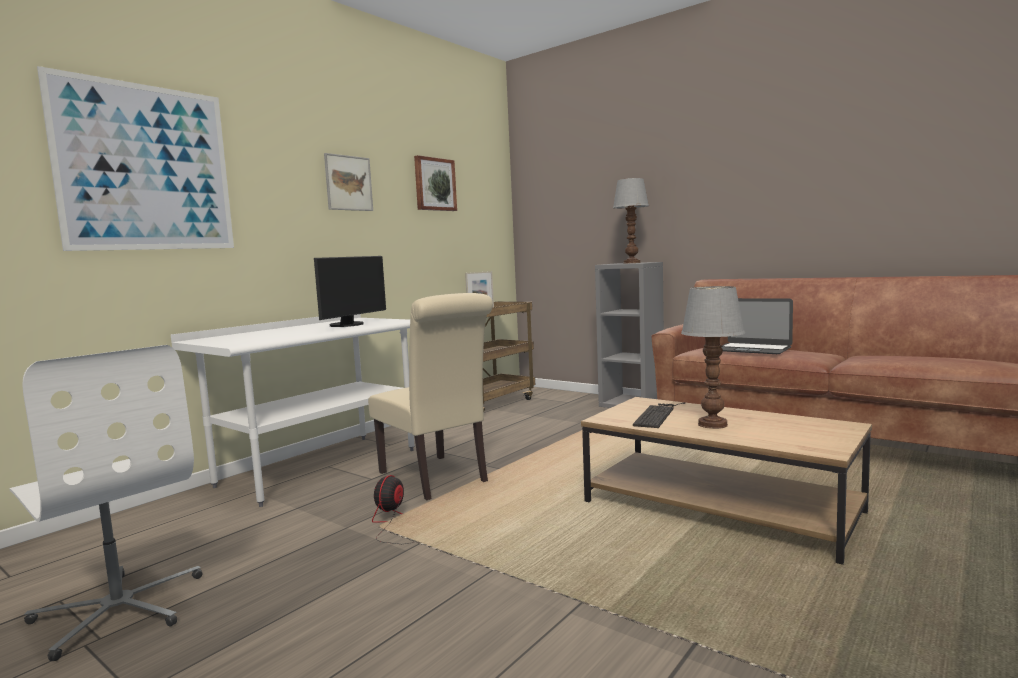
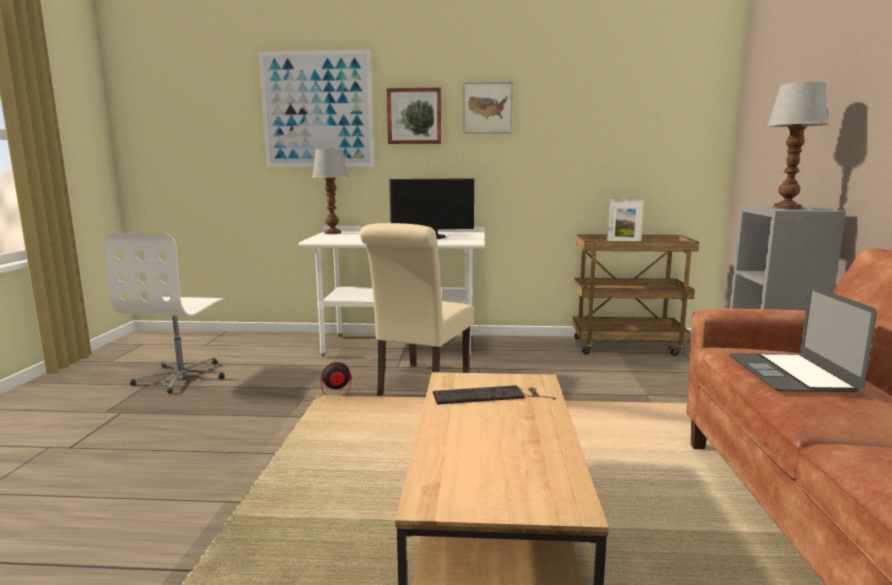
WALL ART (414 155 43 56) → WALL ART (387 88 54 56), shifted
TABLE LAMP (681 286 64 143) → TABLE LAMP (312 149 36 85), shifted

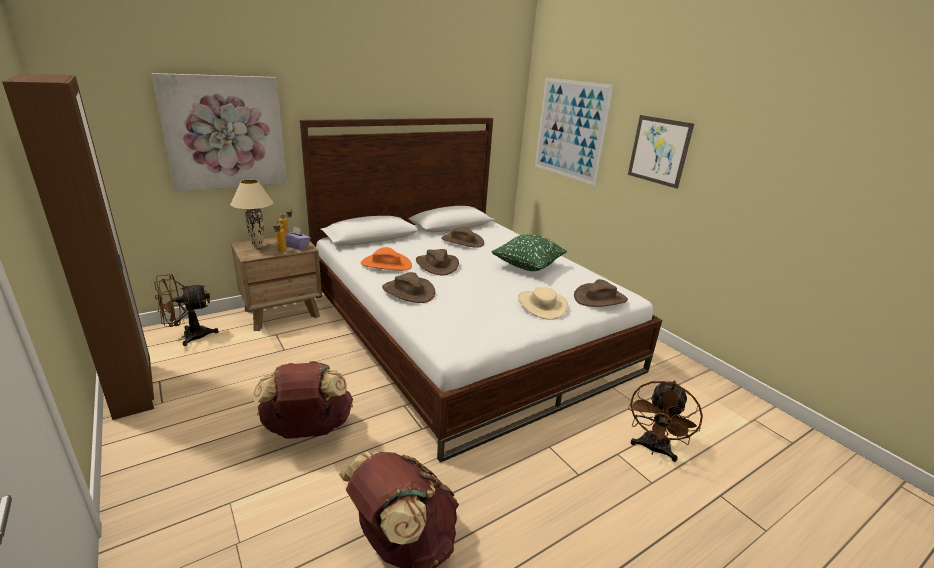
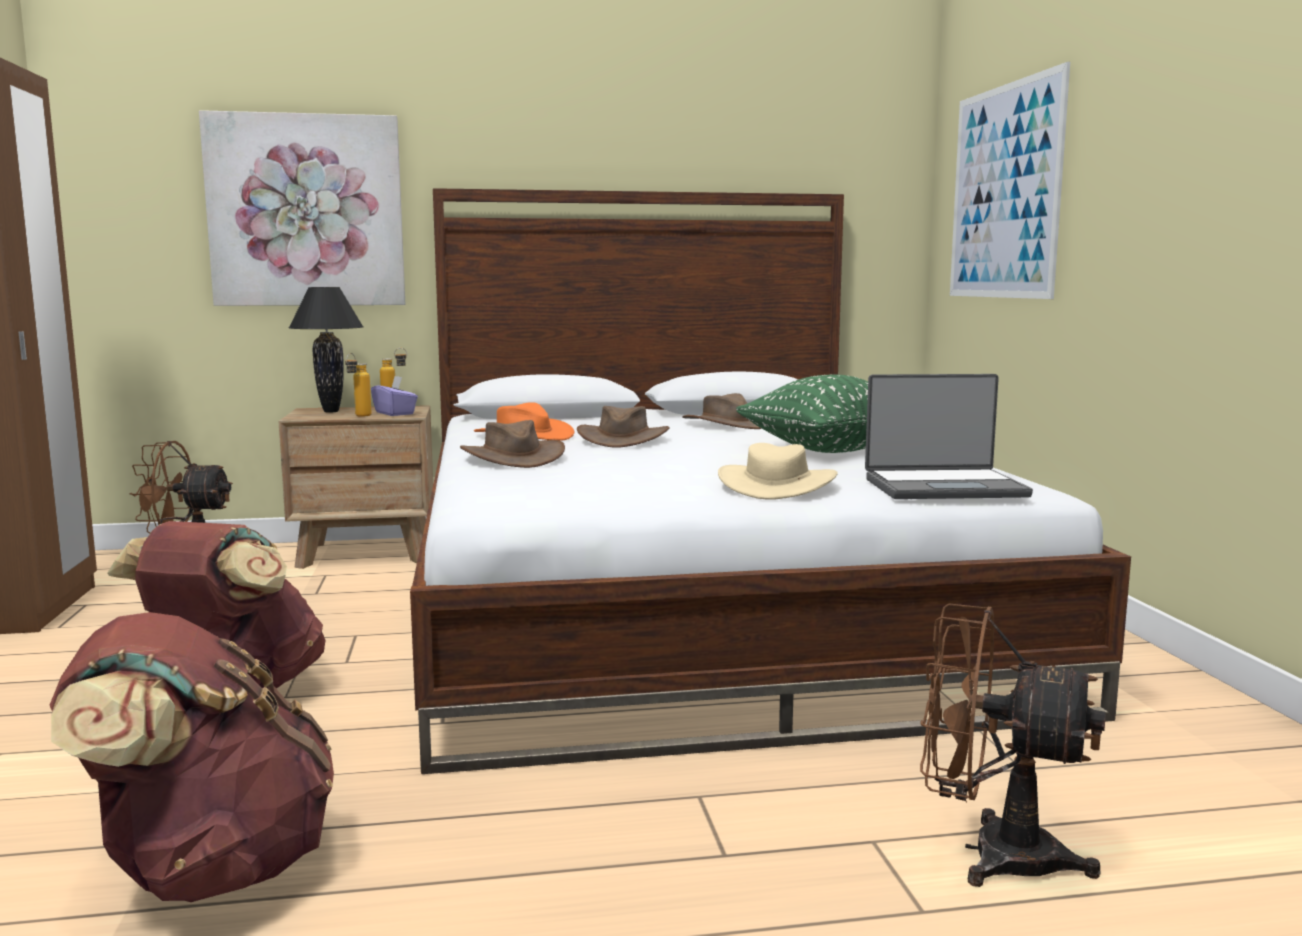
WALL ART (628 115 66 74) → -
SAND-COLOURED TABLE LAMP (230 180 43 68) → BLACKISH TABLE LAMP (289 287 75 126)
BROWNISH HAT (574 279 54 28) → LAPTOP (865 374 168 125)
BROWNISH COOLING FAN (628 380 75 82) → BROWNISH COOLING FAN (920 603 186 284), 60 degrees clockwise

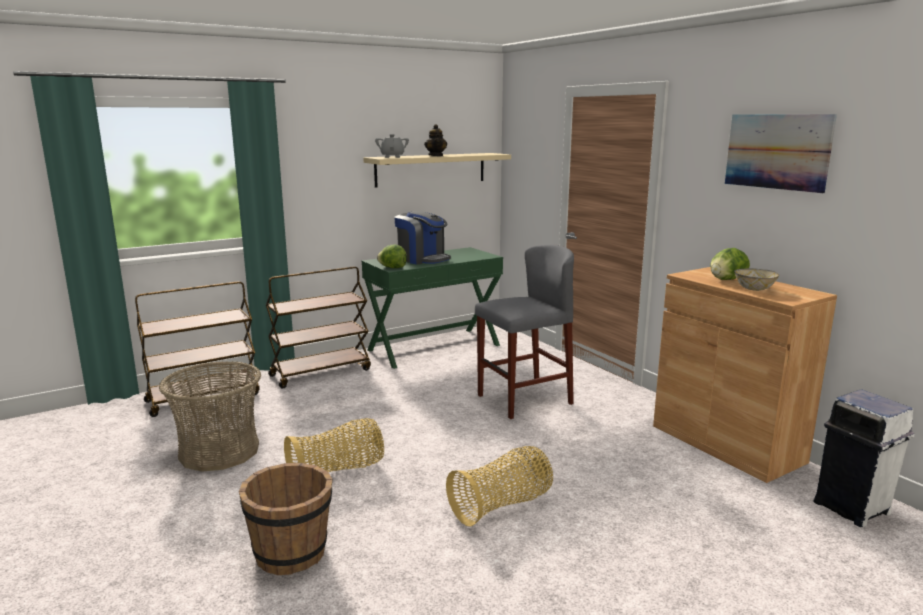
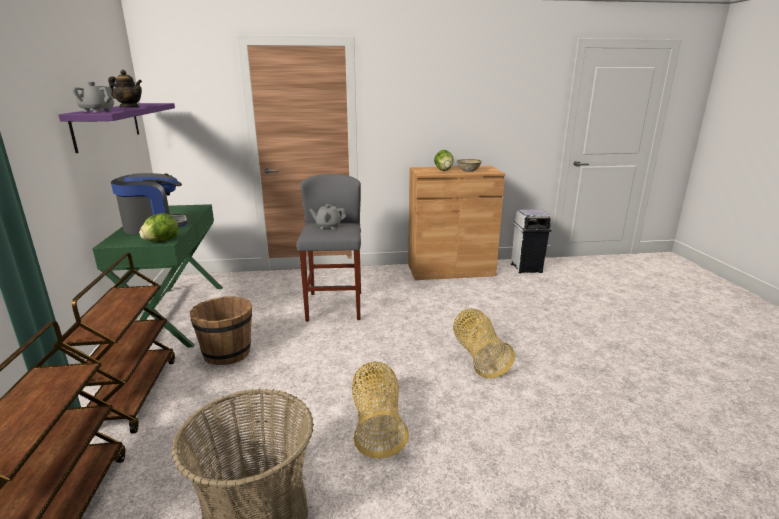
WALL ART (725 114 112 79) → -
SAND-COLOURED WALL SHELF (363 153 148 34) → PURPLISH WALL SHELF (59 103 116 50)
BROWNISH WATER BUCKET (239 463 94 112) → BROWNISH WATER BUCKET (190 296 62 69), shifted
- → GREY TEA POT (309 204 37 25)

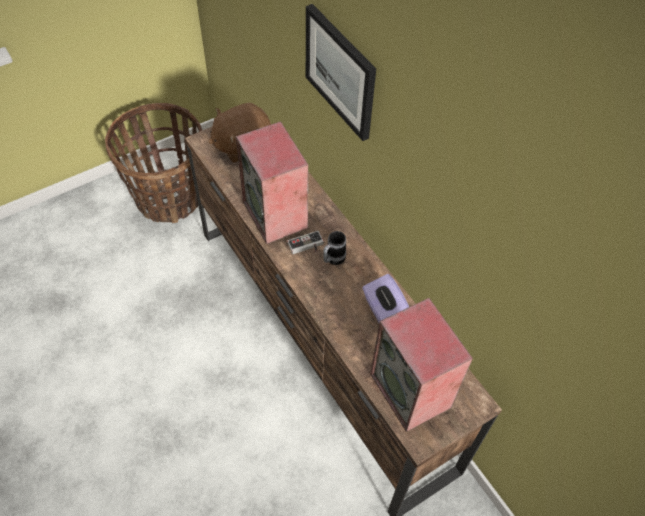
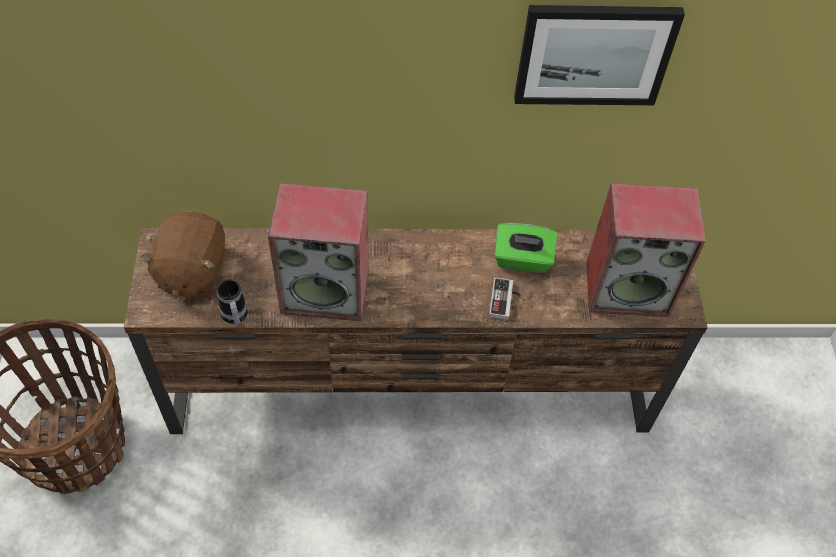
WALL ART (306 4 70 137) → WALL ART (514 5 171 100), shifted
GAMEPAD (287 231 37 23) → GAMEPAD (489 277 32 43), shifted
TEA MUG (323 231 23 34) → TEA MUG (217 280 30 45), shifted
PURPLISH TISSUE BOX (362 274 47 49) → GREEN-COLOURED TISSUE BOX (494 223 63 50)

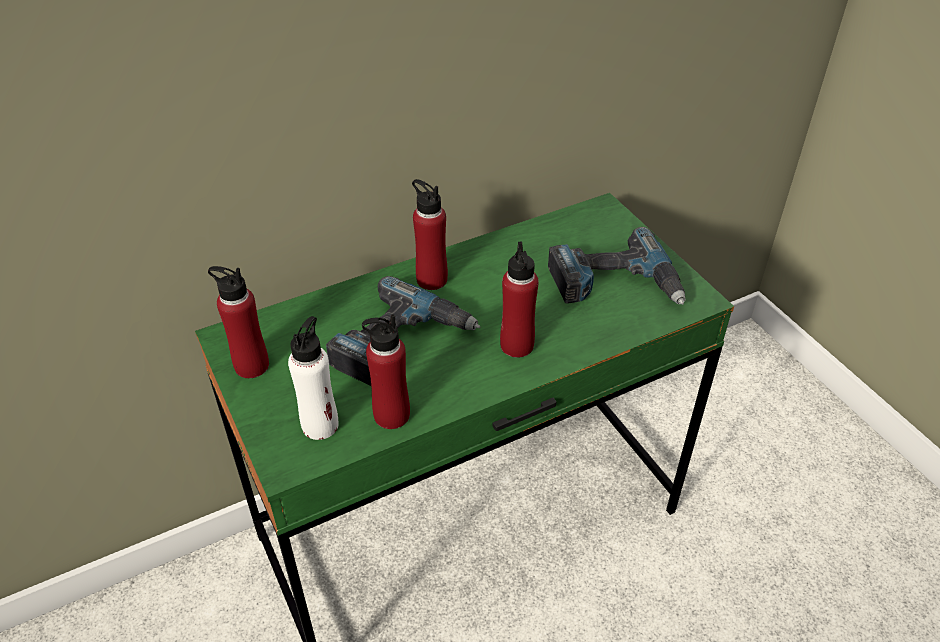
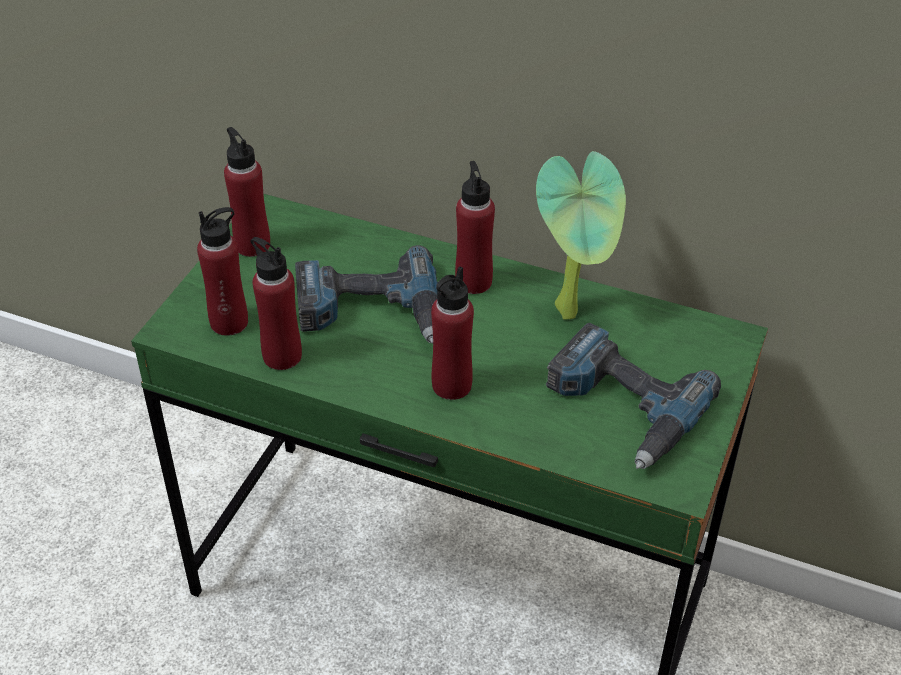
WHITISH BOTTLE (288 316 50 124) → RED-COLOURED BOTTLE (197 207 51 129)
- → PLANT IN A POT (536 151 90 168)

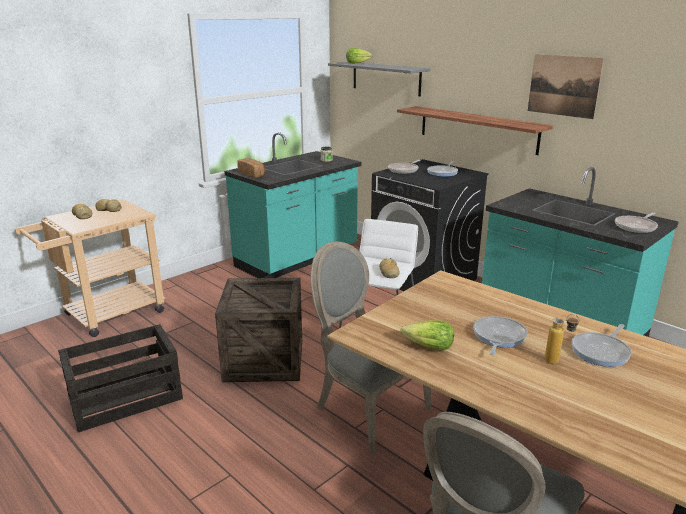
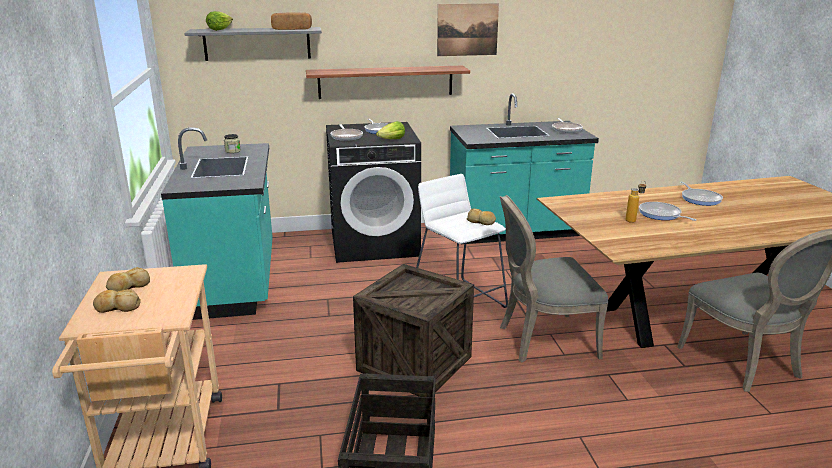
BAKED BREAD (237 158 29 20) → BAKED BREAD (271 12 41 18), shifted
BOTTLE (545 314 35 50) → BOTTLE (626 181 20 42), shifted
LETTUCE (401 320 53 30) → LETTUCE (376 121 29 18), shifted

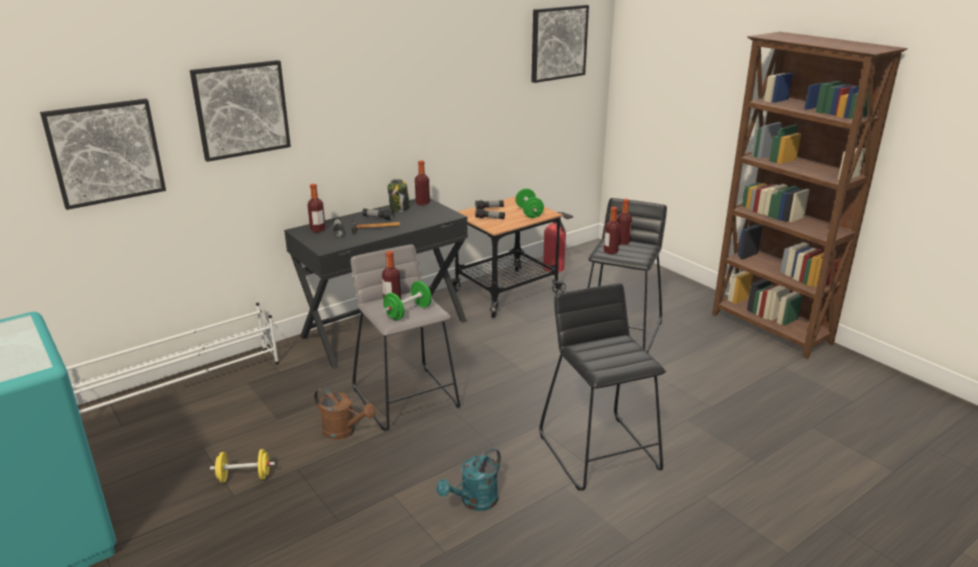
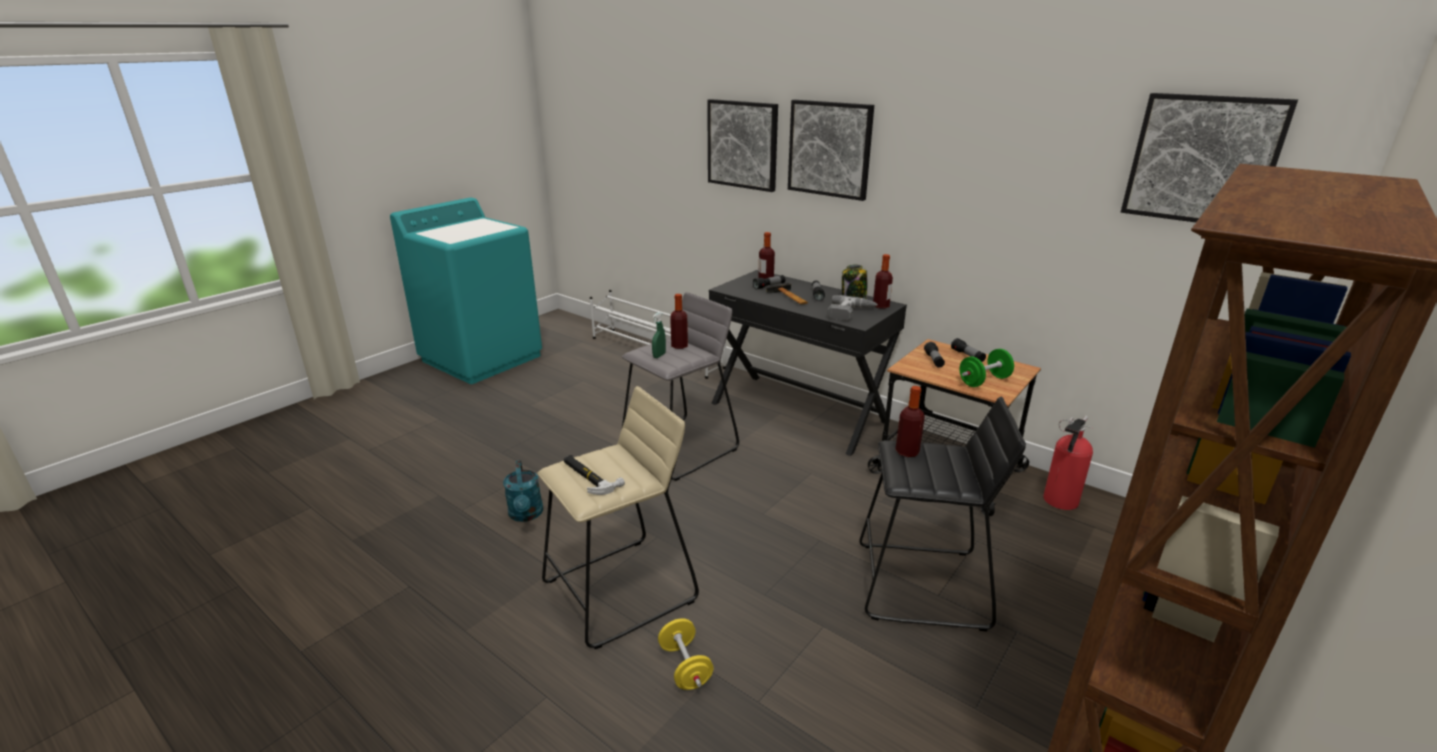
WALL ART (40 99 126 111) → WALL ART (788 100 86 101), shifted
BOTTLE (617 199 15 46) → -
GREEN-COLOURED HAND WEIGHT (383 281 49 39) → GREEN-COLOURED HAND SPRAYER (652 312 14 46)
BLACKISH STOOL SEAT (539 283 127 208) → SAND-COLOURED STOOL SEAT (537 386 162 263)
BROWNISH WATERING CAN (314 388 62 52) → -
TURQUOISE-COLOURED WATERING CAN (436 448 65 63) → TURQUOISE-COLOURED WATERING CAN (503 460 40 62), 135 degrees counterclockwise
YELLOW HAND WEIGHT (210 449 65 34) → YELLOW HAND WEIGHT (658 618 56 72), shifted
- → POWER DRILL (827 295 51 26)
- → TOOL HAMMER (564 455 61 40)

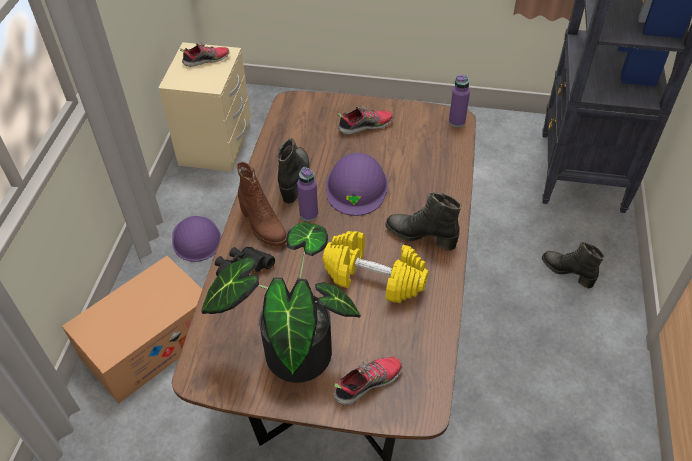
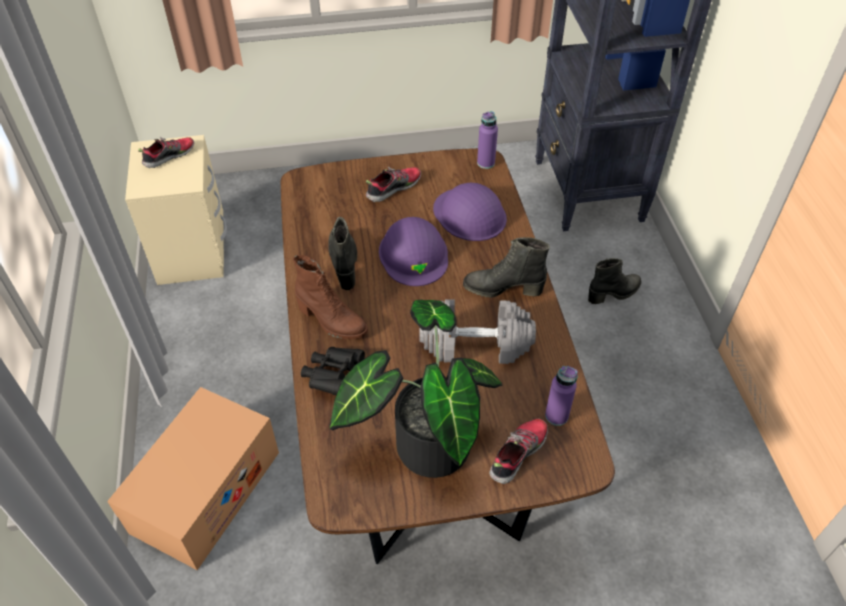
PURPLISH BOTTLE (297 167 21 54) → PURPLISH BOTTLE (545 366 33 60), shifted
PURPLISH SAFETY HELMET (172 216 49 46) → PURPLISH SAFETY HELMET (433 183 74 58), shifted
YELLOW HAND WEIGHT (323 231 106 72) → GREY HAND WEIGHT (419 299 117 65)
BLACKISH BOOT (542 242 63 46) → BLACKISH BOOT (588 258 54 46), 135 degrees clockwise

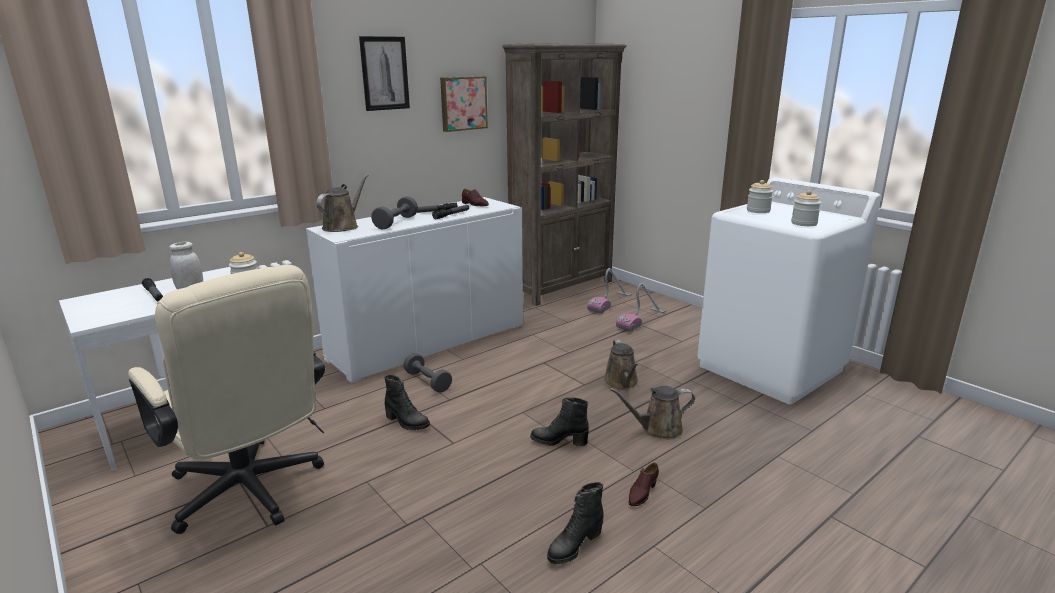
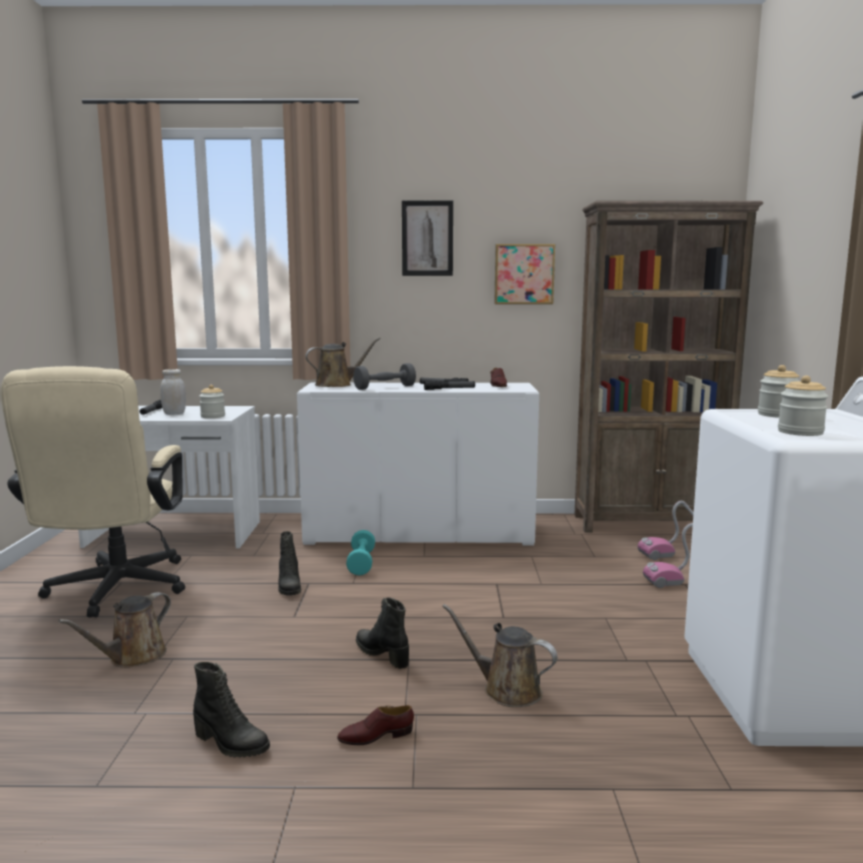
BROWNISH WATERING CAN (604 340 34 50) → BROWNISH WATERING CAN (58 592 113 76), shifted
GREY HAND WEIGHT (404 353 48 40) → TURQUOISE-COLOURED HAND WEIGHT (346 530 29 46)
BLACKISH BOOT (547 482 57 82) → BLACKISH BOOT (193 662 77 96), 150 degrees counterclockwise

